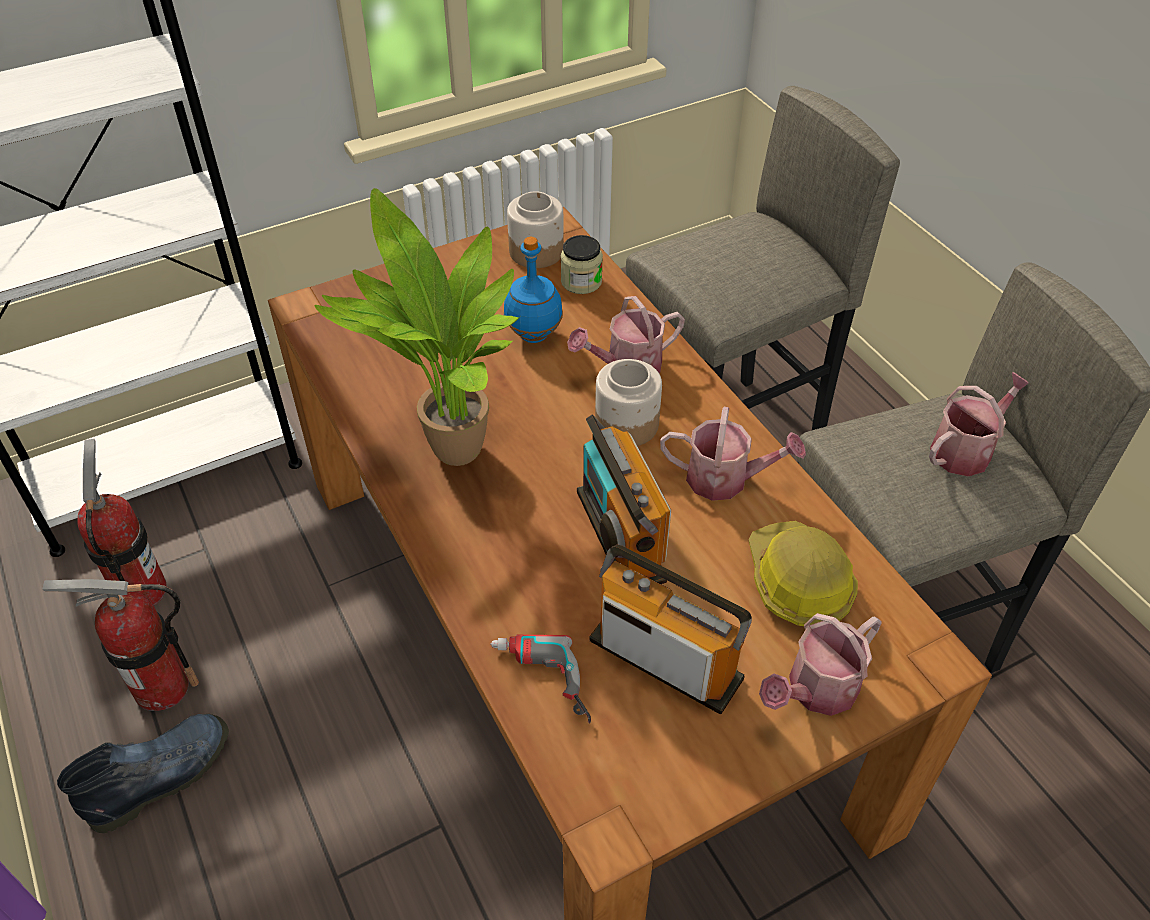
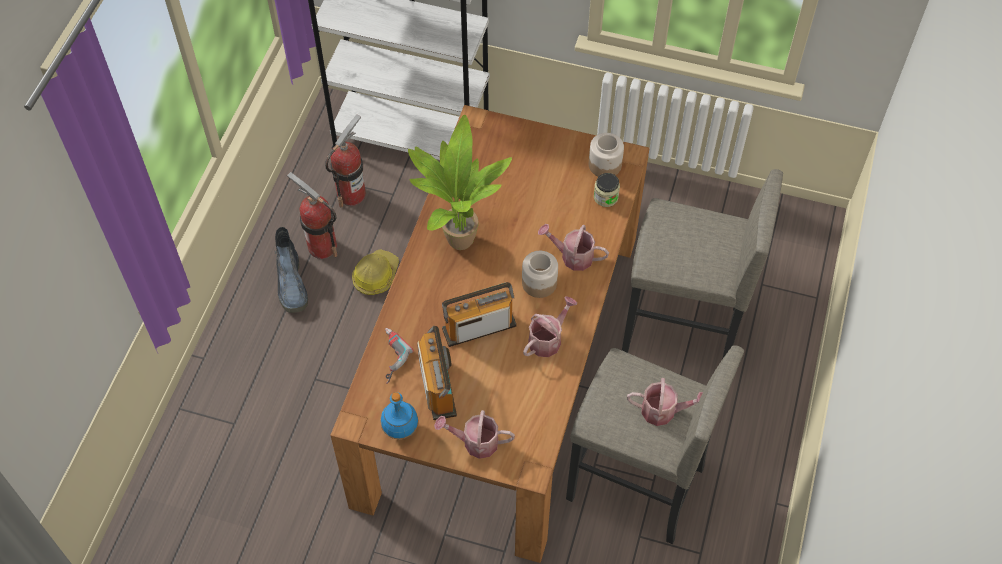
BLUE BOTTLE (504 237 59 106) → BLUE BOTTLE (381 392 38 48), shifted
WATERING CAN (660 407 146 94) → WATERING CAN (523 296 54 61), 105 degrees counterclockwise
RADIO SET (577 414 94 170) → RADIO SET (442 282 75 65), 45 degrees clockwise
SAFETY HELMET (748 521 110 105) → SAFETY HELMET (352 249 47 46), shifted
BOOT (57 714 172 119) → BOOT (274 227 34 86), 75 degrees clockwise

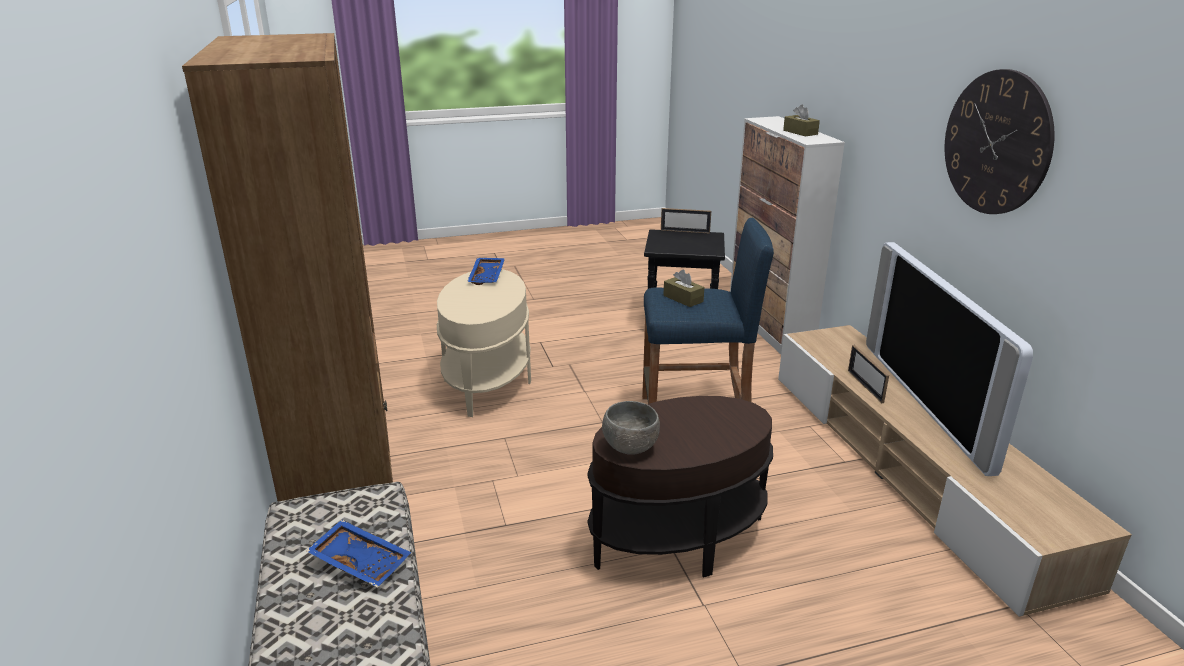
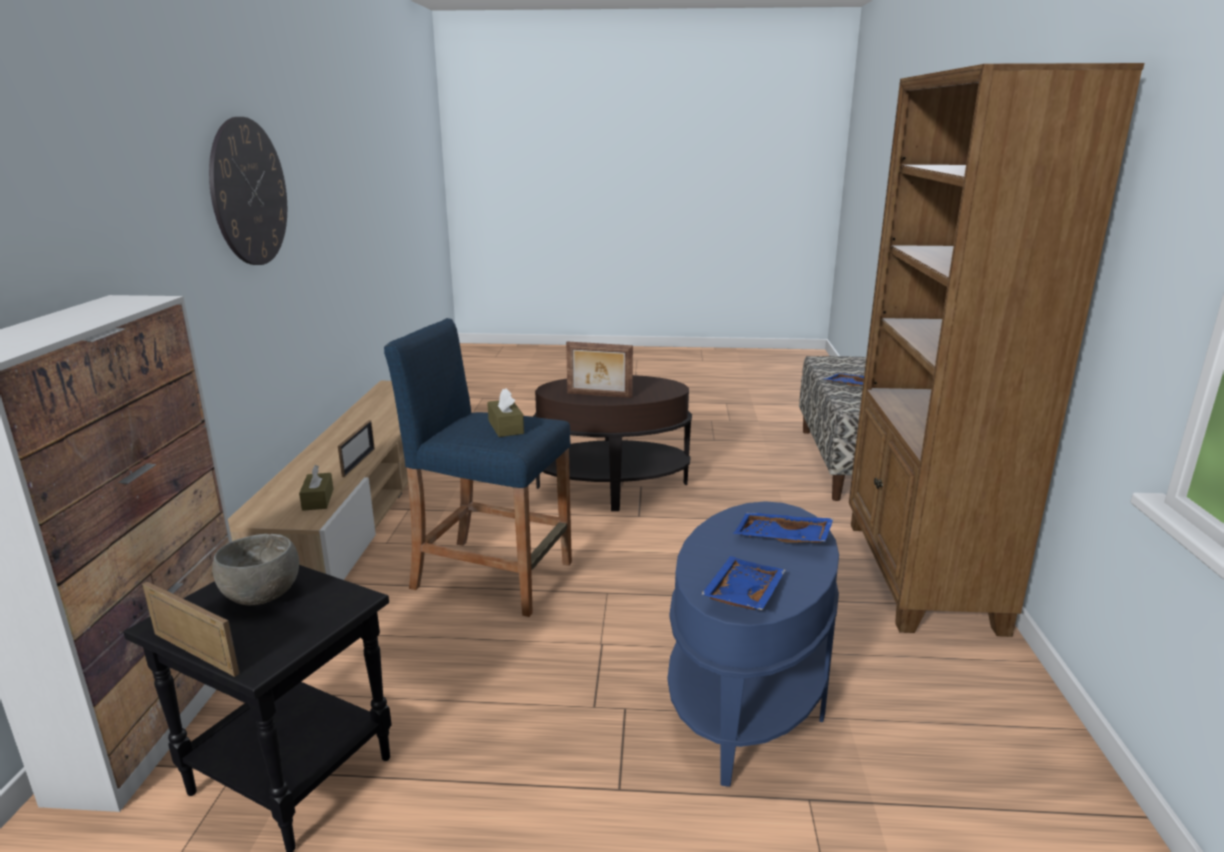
BROWNISH TISSUE BOX (783 104 37 33) → BROWNISH TISSUE BOX (299 465 35 46), shifted
TELEVISION (866 242 167 234) → -
SAND-COLOURED ACCENT TABLE (437 269 94 148) → BLUE ACCENT TABLE (668 501 171 286)
GREY BOWL (602 401 58 54) → GREY BOWL (212 534 87 71), shifted
- → STANDING FRAME (566 341 67 57)
- → BLUE TRAY (733 513 101 30)

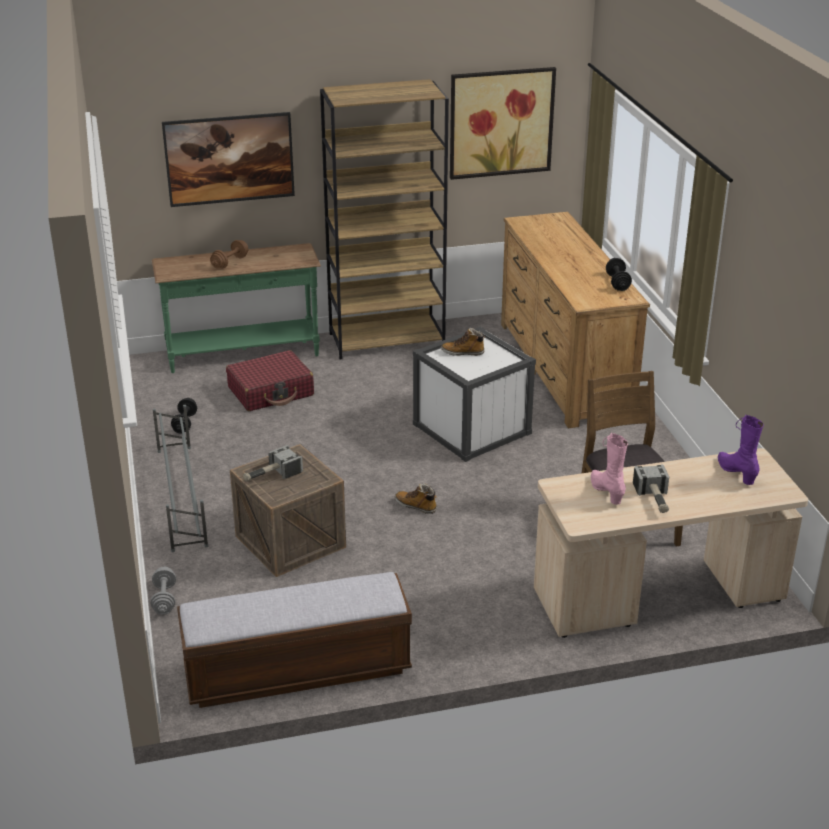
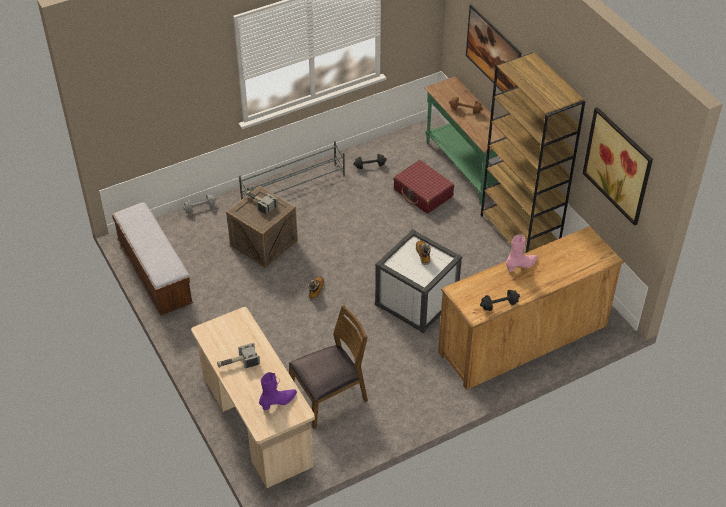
PINK BOOT (591 433 37 72) → PINK BOOT (506 234 31 38), shifted

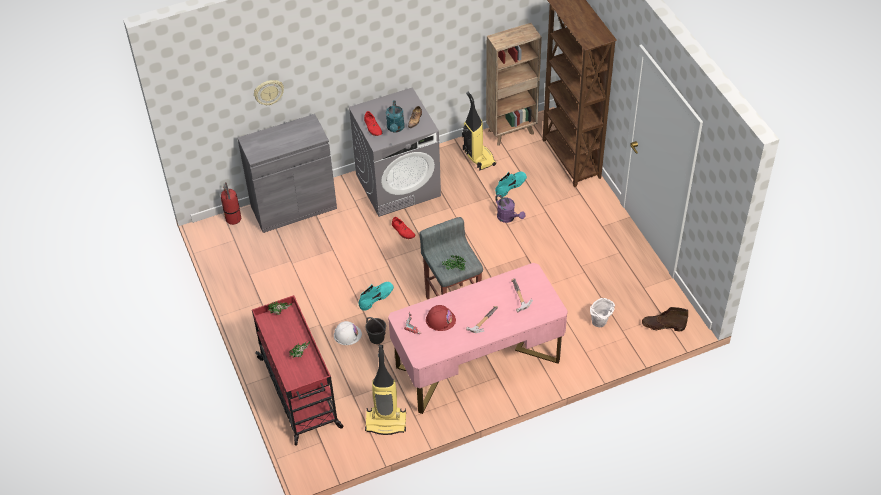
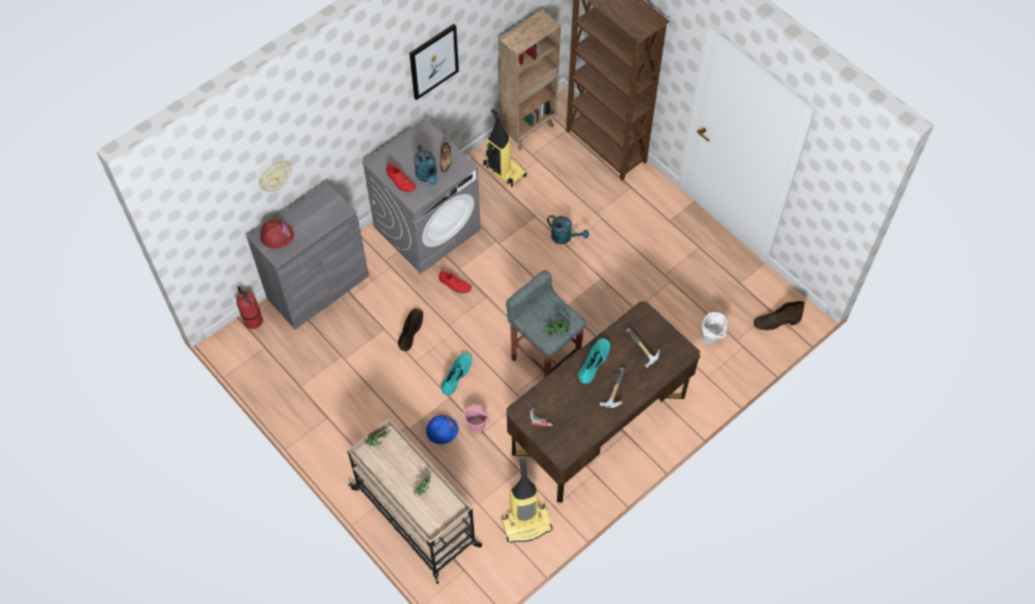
TURQUOISE-COLOURED BOOT (495 172 32 25) → TURQUOISE-COLOURED BOOT (579 338 31 46), shifted
PURPLISH WATERING CAN (495 194 30 29) → TURQUOISE-COLOURED WATERING CAN (547 215 42 29)
PINK DESK (388 263 180 151) → BROWNISH DESK (507 301 193 202)
RED-COLOURED WHEELED CART (252 295 92 150) → SAND-COLOURED WHEELED CART (347 418 135 166)
RED-COLOURED SAFETY HELMET (426 305 30 26) → RED-COLOURED SAFETY HELMET (260 220 34 29), shifted
GREY WATER BUCKET (365 317 21 27) → PINK WATER BUCKET (463 404 26 29)
WHITISH SAFETY HELMET (334 321 28 24) → BLUE SAFETY HELMET (426 415 33 29)
- → WALL ART (409 24 50 76)
- → BROWNISH BOOT (398 308 25 43)

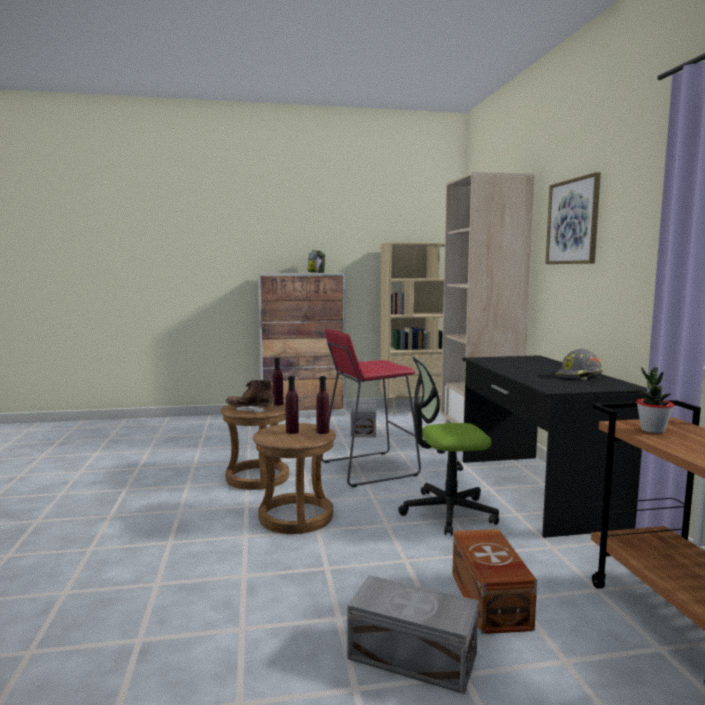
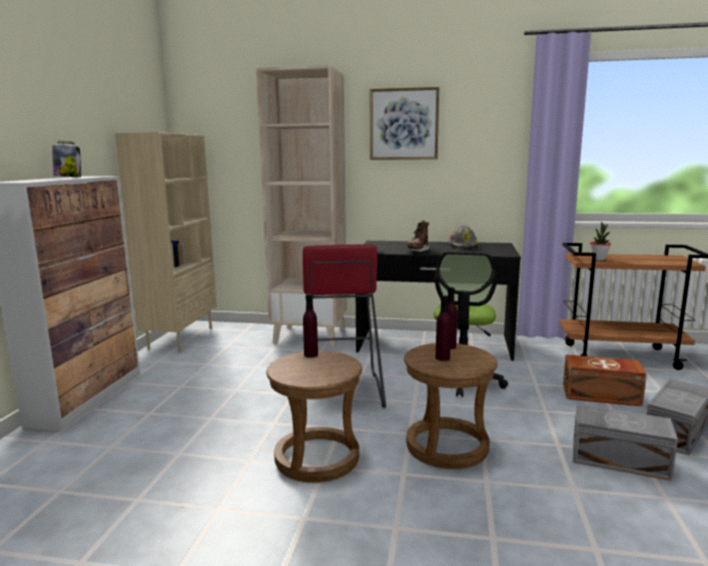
BROWNISH BOOT (225 379 49 34) → BROWNISH BOOT (406 220 23 32), shifted
GREY STORAGE BOX (351 400 25 37) → GREY STORAGE BOX (573 404 105 77), shifted

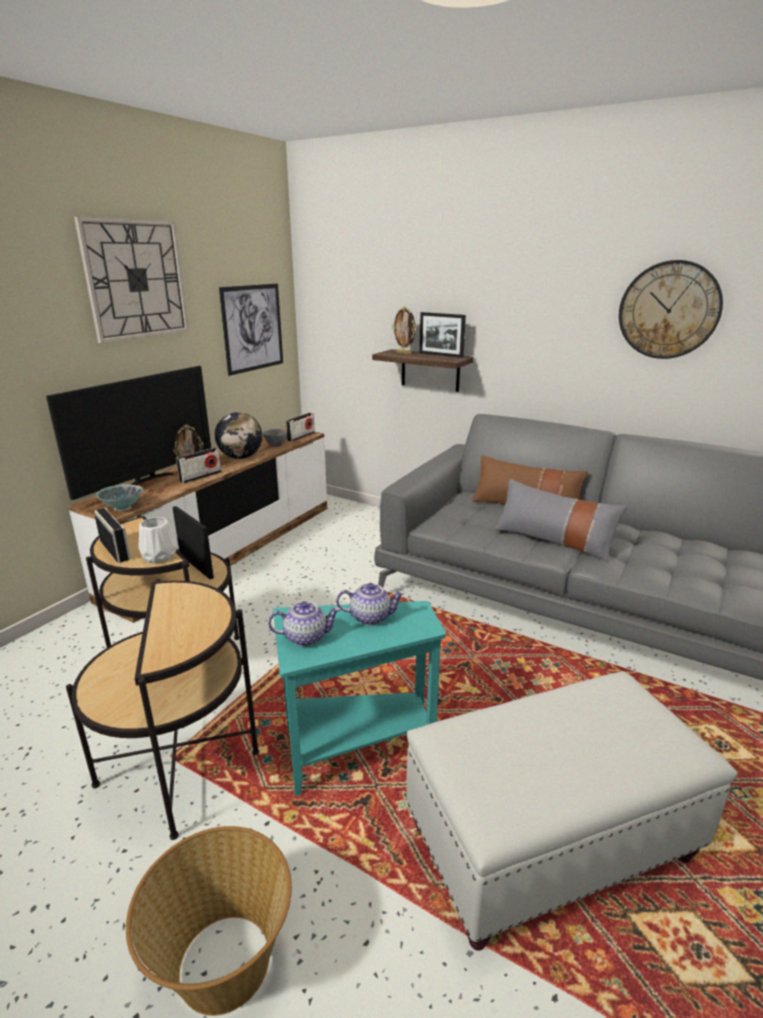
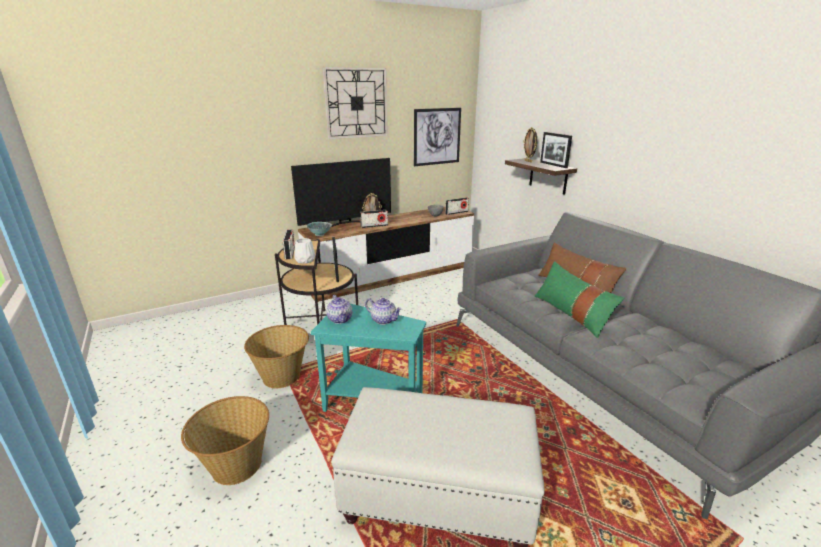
HANGING CLOCK (619 260 104 99) → -
WORLD GLOBE (215 412 47 47) → -
GREY PILLOW (495 479 132 83) → GREEN-COLOURED PILLOW (535 261 89 77)
ACCENT TABLE (66 579 194 261) → STORAGE BASKET (244 325 65 63)
TEA POT (268 601 72 45) → TEA POT (326 295 26 29), 45 degrees clockwise

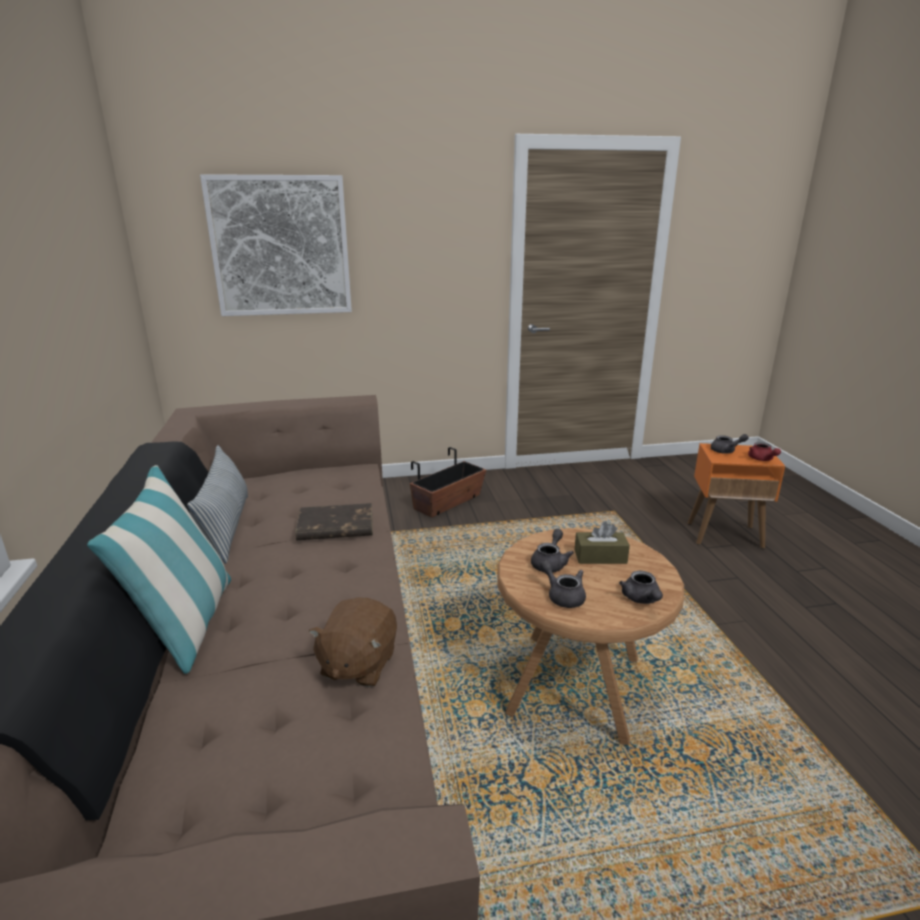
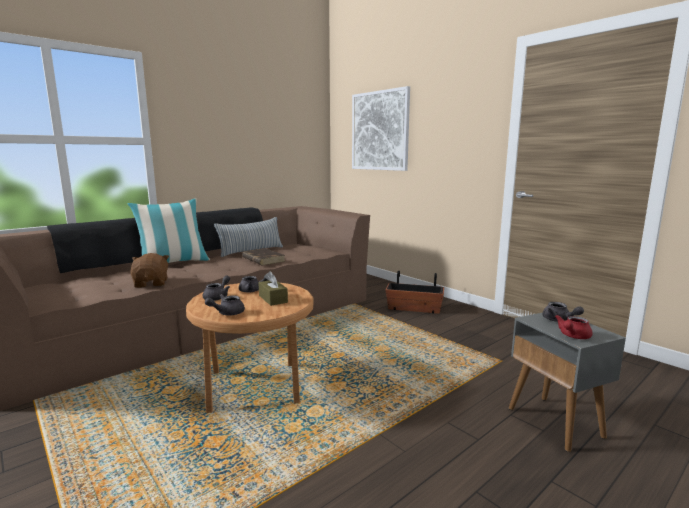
ORANGE ACCENT TABLE (688 443 97 106) → GREY ACCENT TABLE (509 313 117 139)
BROWNISH PLUSH TOY (309 598 88 89) → BROWNISH PLUSH TOY (130 253 40 35), 90 degrees clockwise

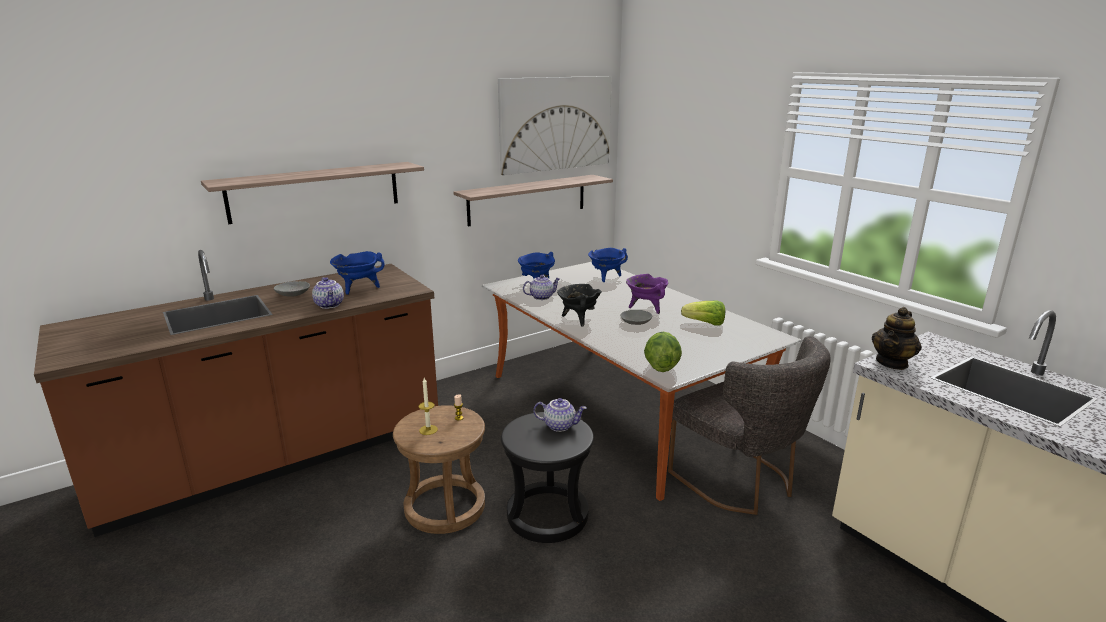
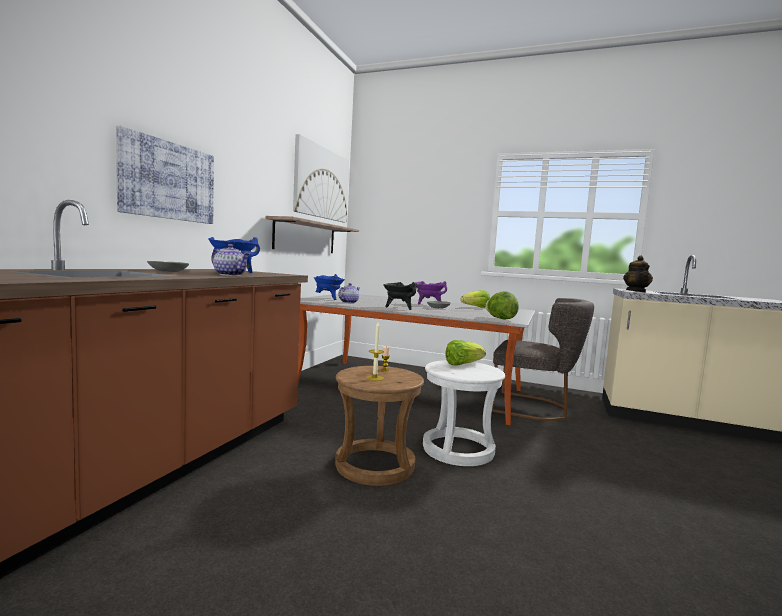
WALL SHELF (201 162 223 62) → WALL ART (116 125 98 99)
BLUE COOKING POT (588 248 40 34) → -
TEA POT (533 398 54 34) → LETTUCE (445 340 41 26)
BLACKISH STOOL SEAT (501 412 93 131) → WHITISH STOOL SEAT (423 360 82 106)

